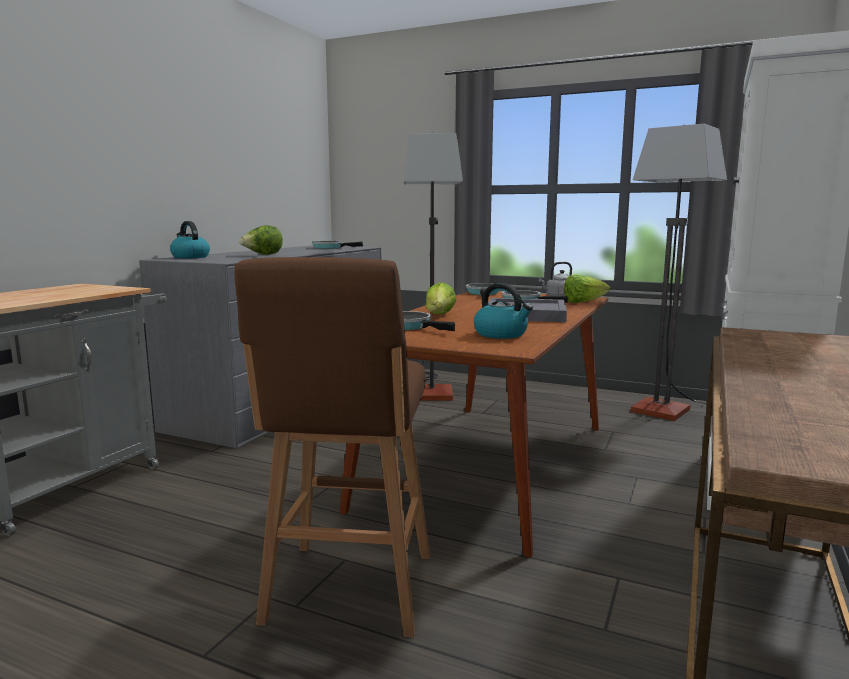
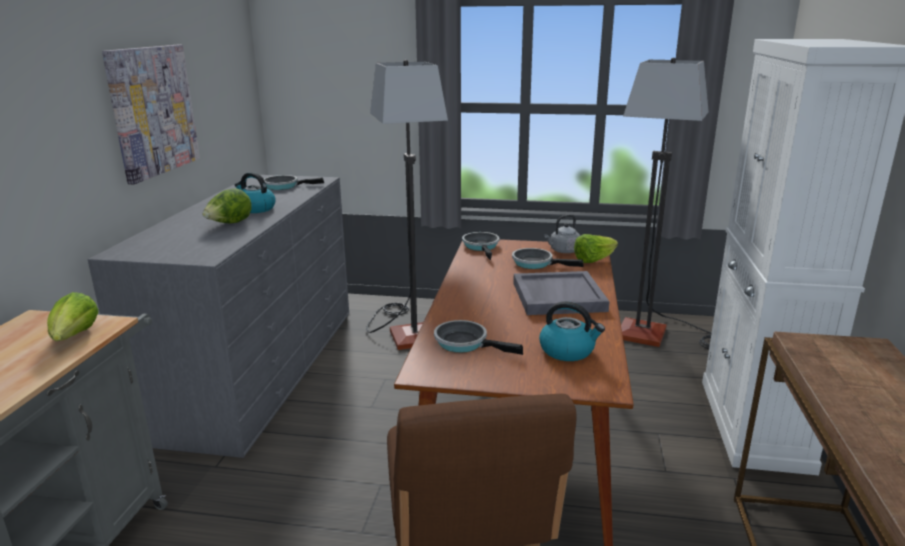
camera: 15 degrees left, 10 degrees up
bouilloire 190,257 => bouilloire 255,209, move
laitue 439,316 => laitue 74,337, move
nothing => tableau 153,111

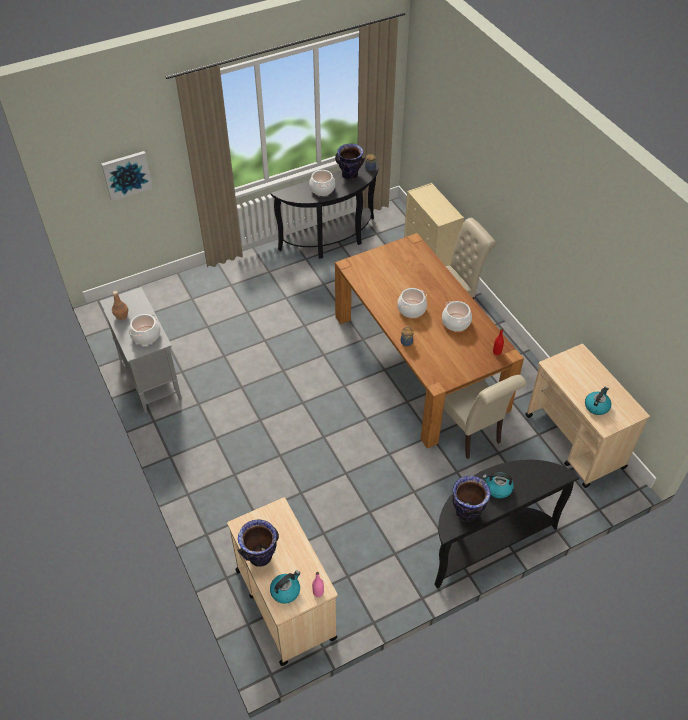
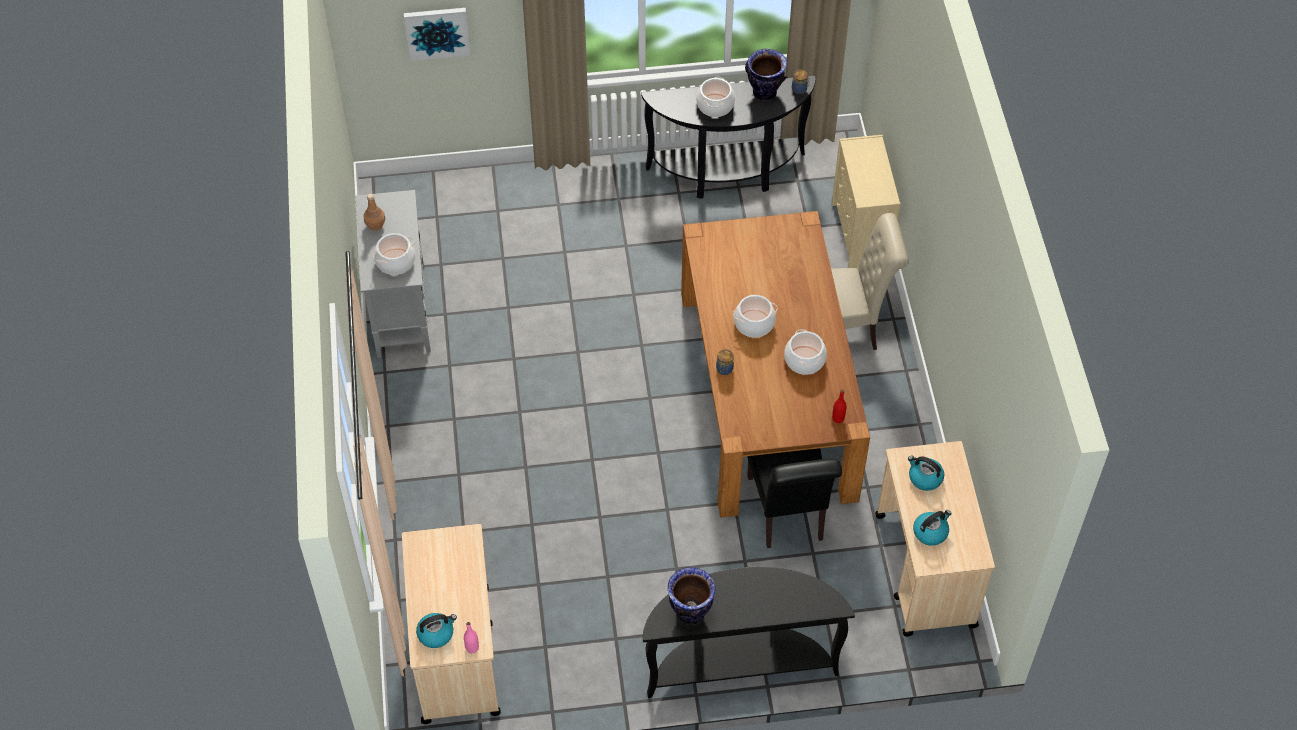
camera: 20 degrees right, 5 degrees up
vase 260,556 => nothing
chaise/beige 469,432 => chaise/noir 787,513
bouilloire 497,488 => bouilloire 924,478, move

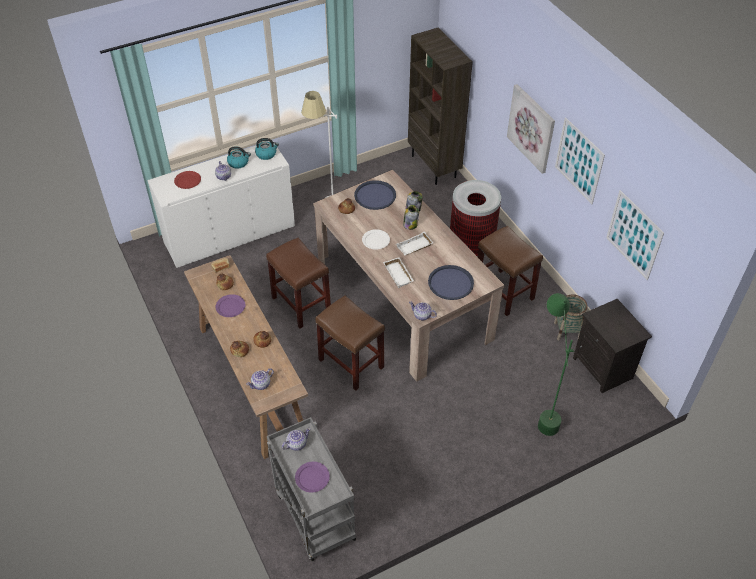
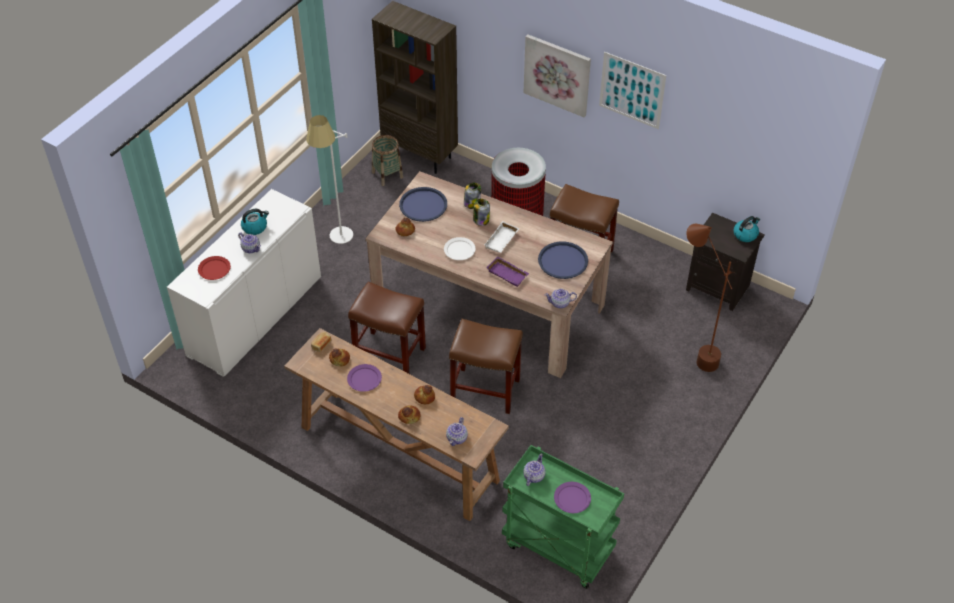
camera: 30 degrees left, 0 degrees up
bouilloire 266,154 => bouilloire 745,234, move
chariot/gris 313,515 => chariot/vert 556,547
plateau/blanc 399,274 => plateau/violet 508,273
lampadaire/vert 542,411 => lampadaire/marron 693,351
panier 567,331 => panier 387,175, move
tableau 634,235 => nothing

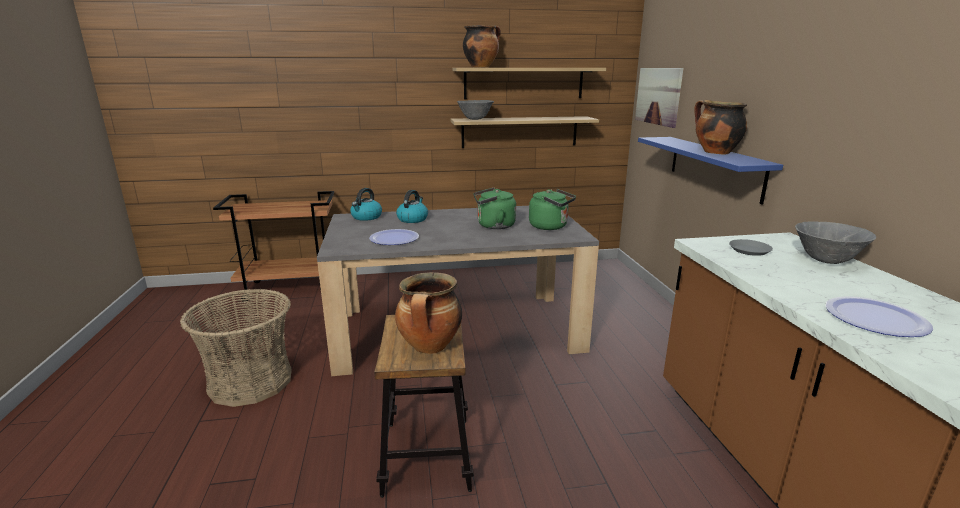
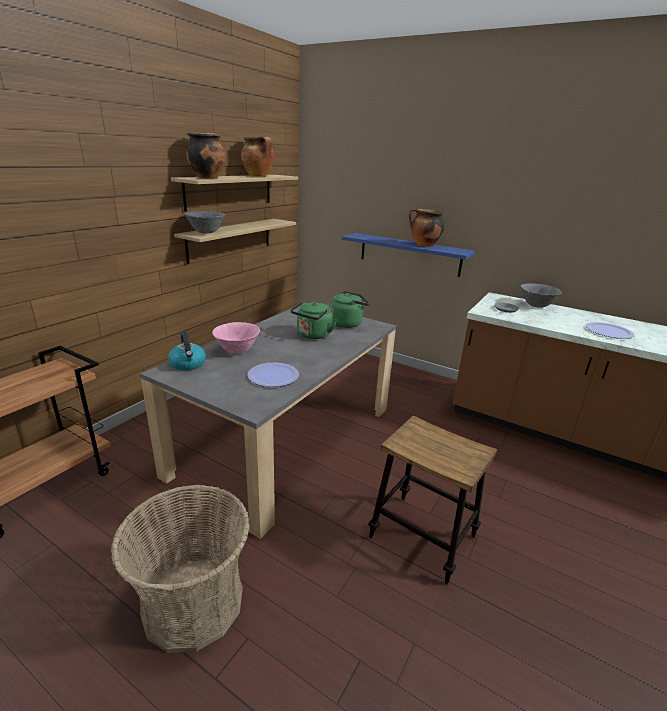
camera: 50 degrees left, 5 degrees up
marmite 430,347 => marmite 259,176, move
bouilloire 412,219 => bol/rose 237,351
tableau 658,96 => nothing

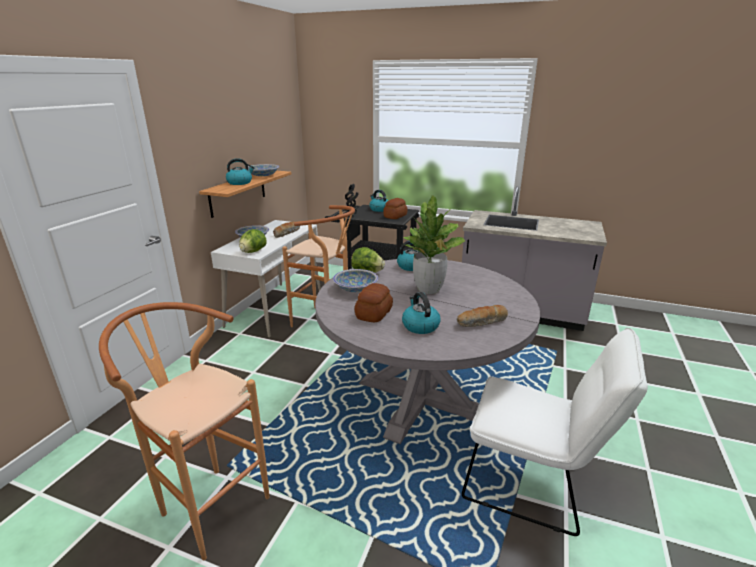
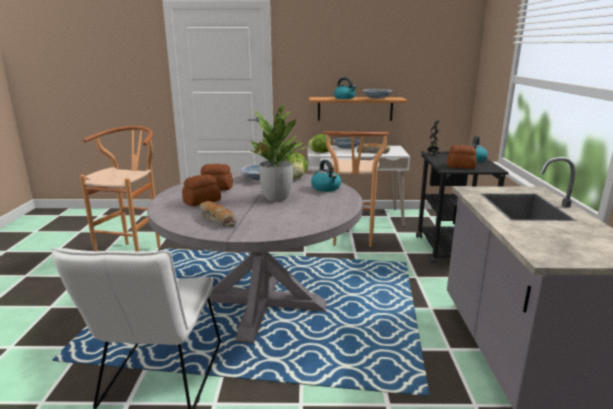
camera: 70 degrees right, 5 degrees down
bouilloire 420,326 => pain 201,201

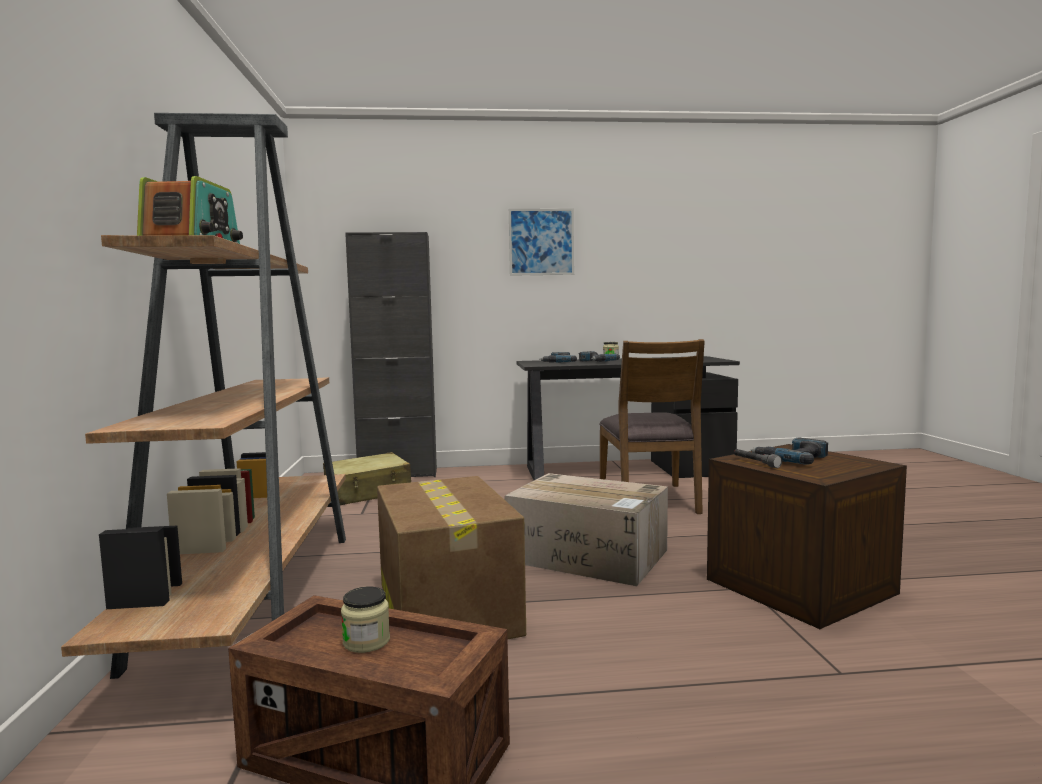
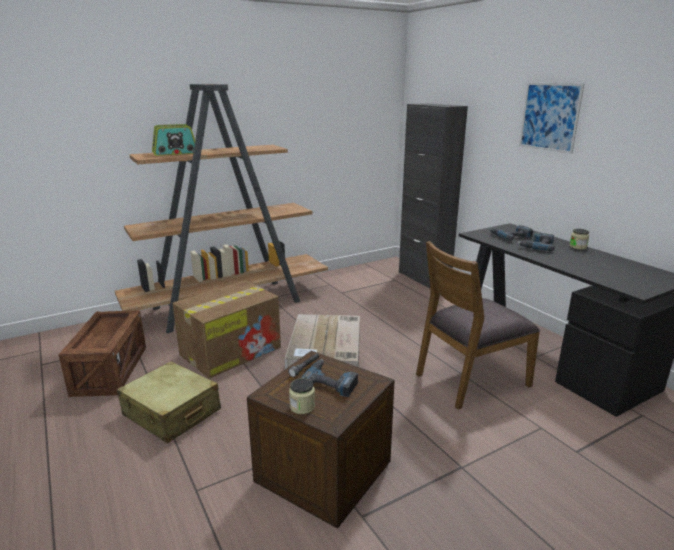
camera: 65 degrees right, 15 degrees up
valise/beige 368,492 => valise/beige 171,413, move
bocal 366,641 => bocal 302,406, move

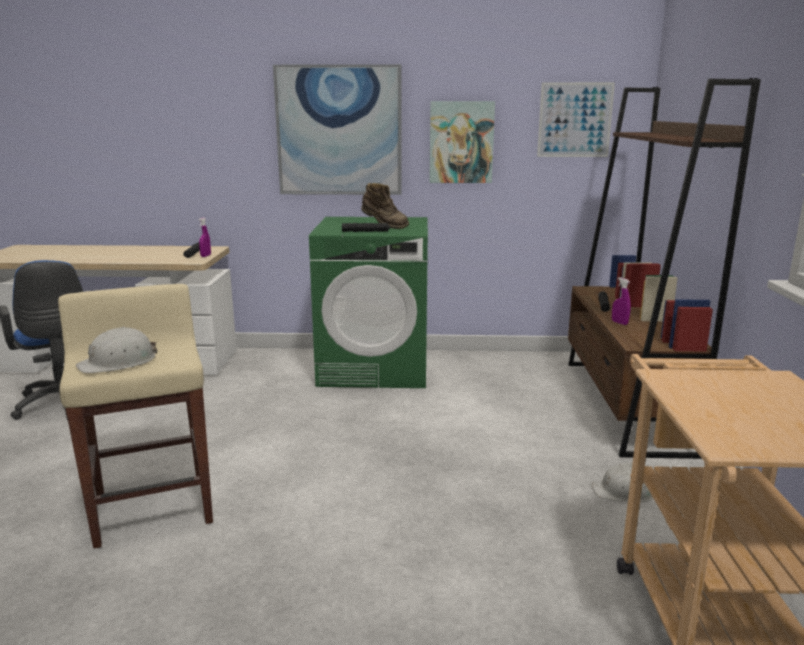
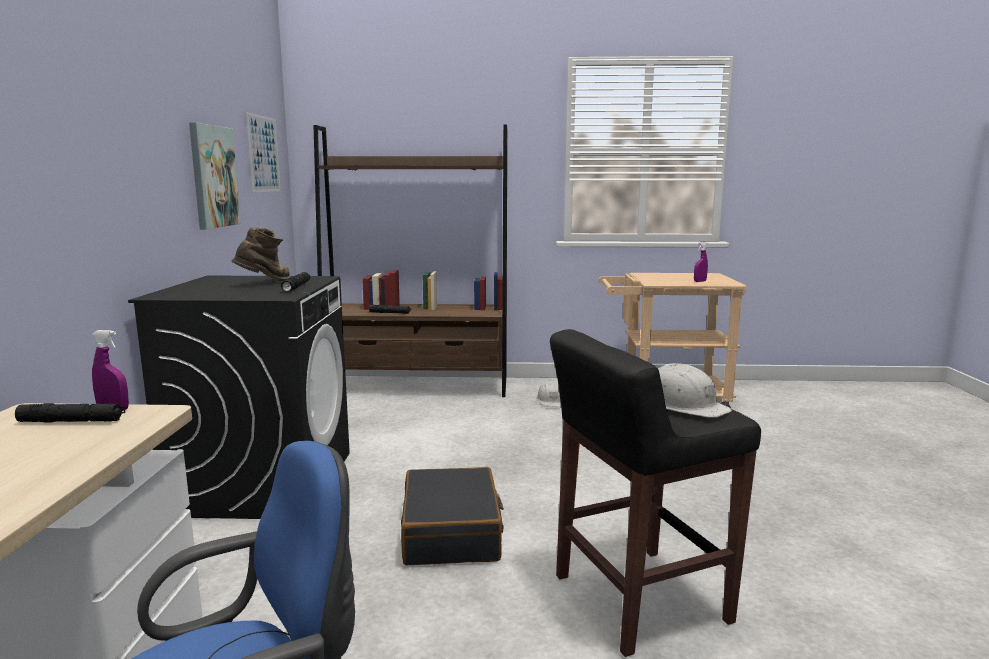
camera: 90 degrees left, 5 degrees down
tabouret/beige 153,506 => tabouret/noir 637,599
tableau 339,131 => nothing
lave-linge/vert 375,368 => lave-linge/noir 264,482
vaporisateur/violet 619,323 => vaporisateur/violet 700,281, move
nothing => valise/noir 452,532

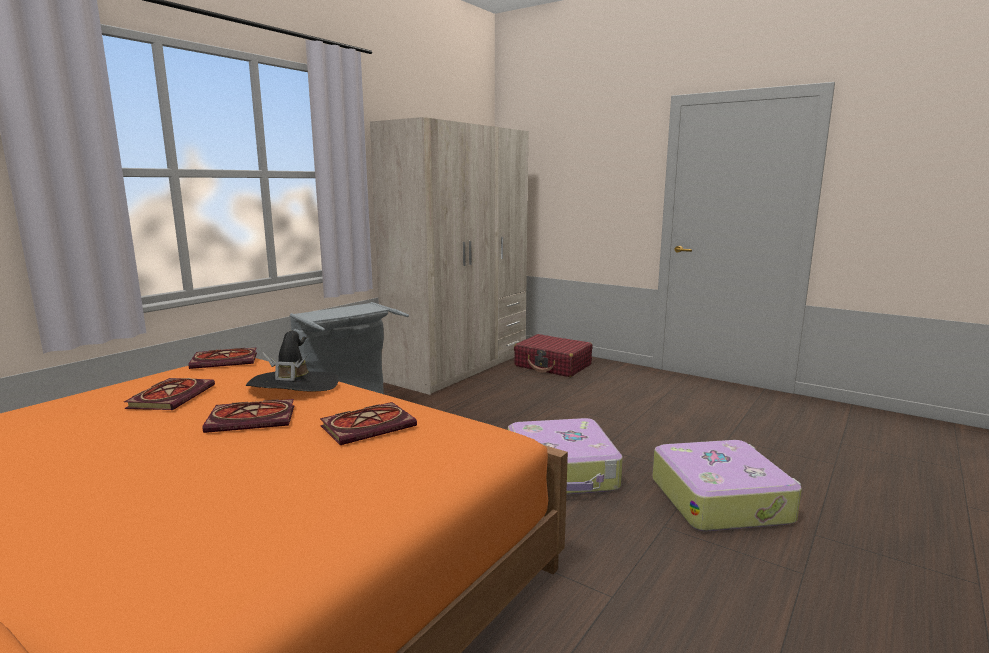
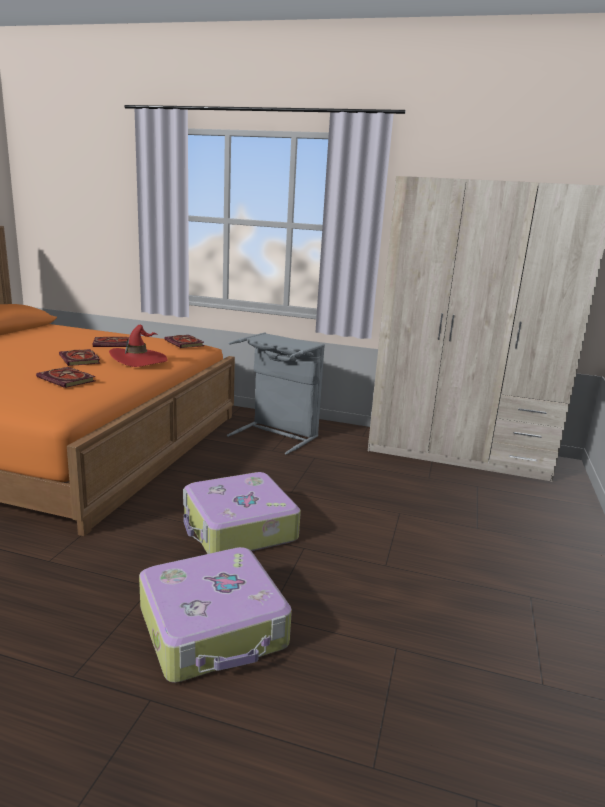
camera: 70 degrees right, 5 degrees up
chapeau/noir 293,386 => chapeau/rouge 138,360
valise/rouge 553,365 => nothing

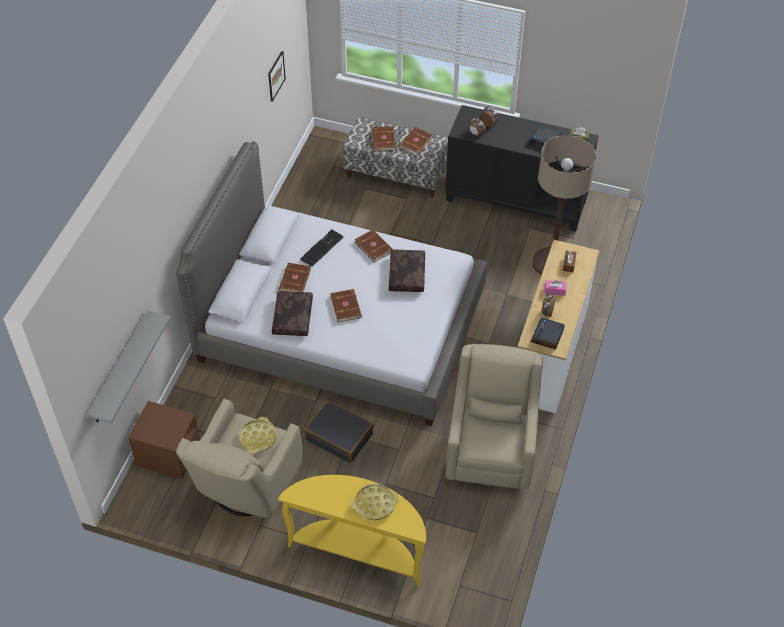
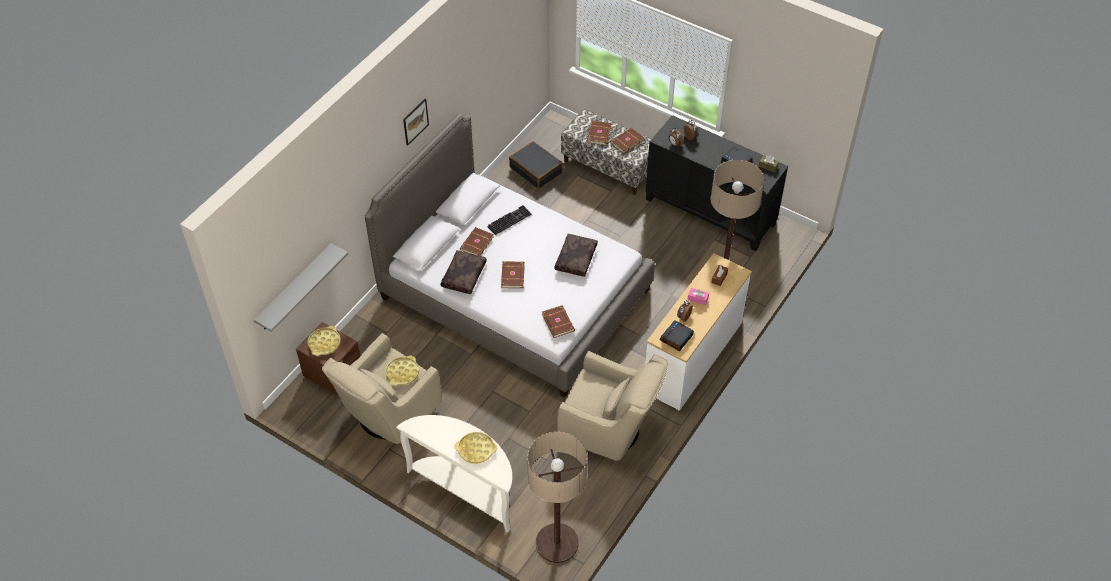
camera: 15 degrees right, 0 degrees up
tableau 276,76 => tableau 415,121, move
table console/jaune 359,550 => table console/blanc 466,489
valise/noir 339,436 => valise/noir 536,170, move
livre/marron 374,246 => livre/marron 558,322, move
fauteuil/beige 491,450 => fauteuil/beige 610,430, 90 degrees clockwise
nothing => plateau/jaune 324,343
nothing => lampadaire 557,543

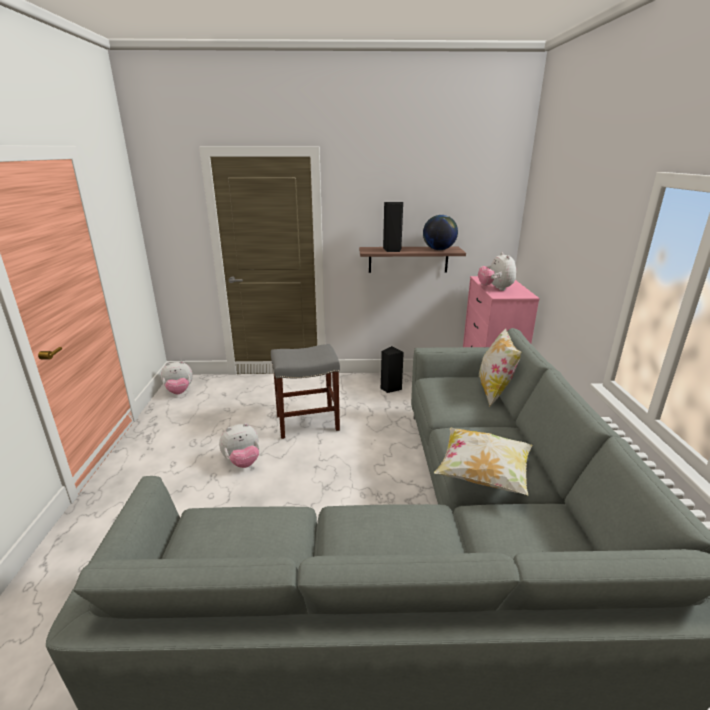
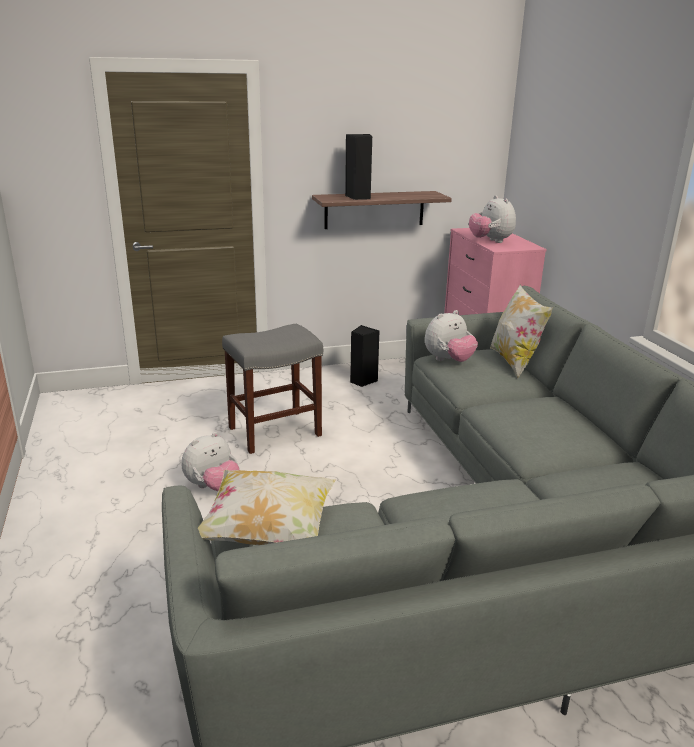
camera: 15 degrees left, 0 degrees up
peluche 179,392 => peluche 448,360, move
globe 438,249 => nothing
coussin 482,475 => coussin 268,532, move

